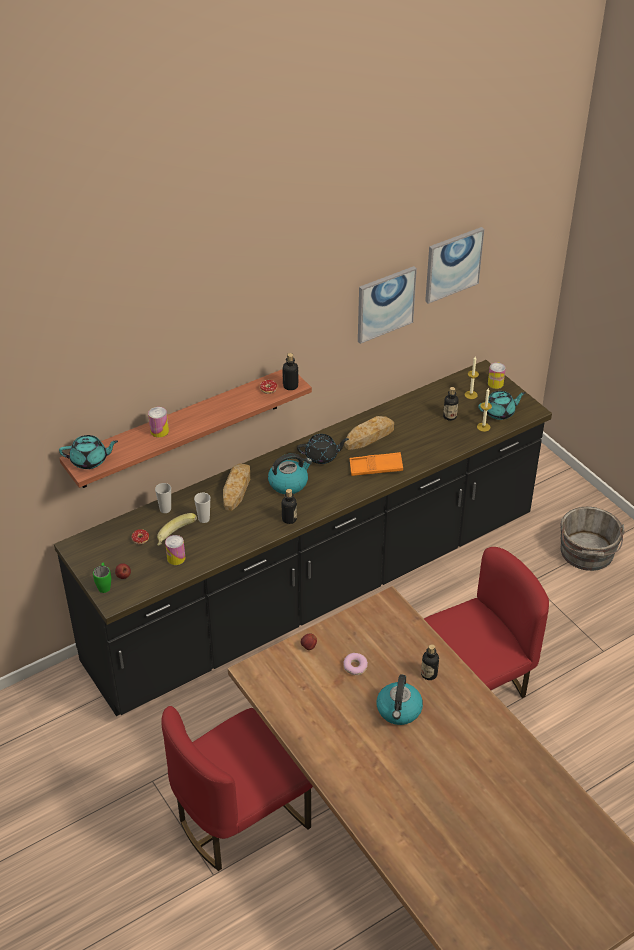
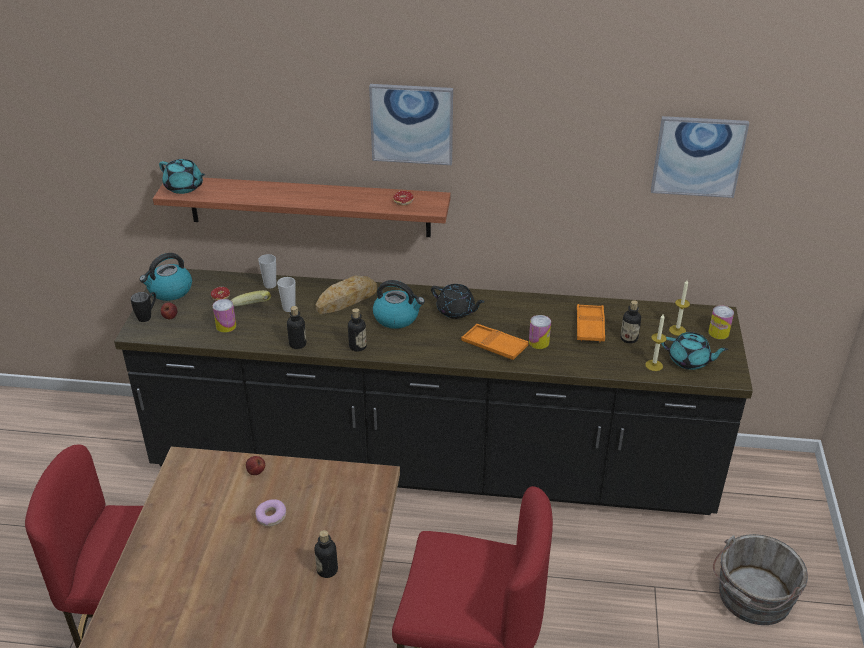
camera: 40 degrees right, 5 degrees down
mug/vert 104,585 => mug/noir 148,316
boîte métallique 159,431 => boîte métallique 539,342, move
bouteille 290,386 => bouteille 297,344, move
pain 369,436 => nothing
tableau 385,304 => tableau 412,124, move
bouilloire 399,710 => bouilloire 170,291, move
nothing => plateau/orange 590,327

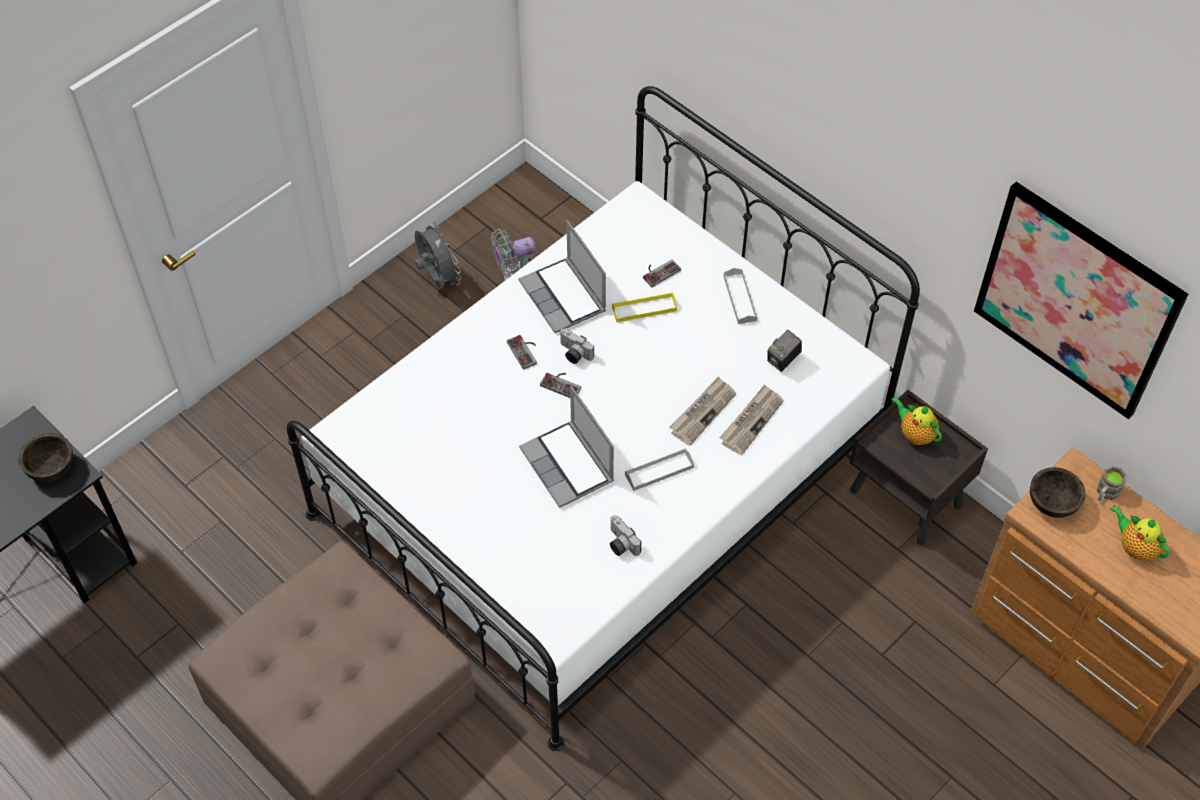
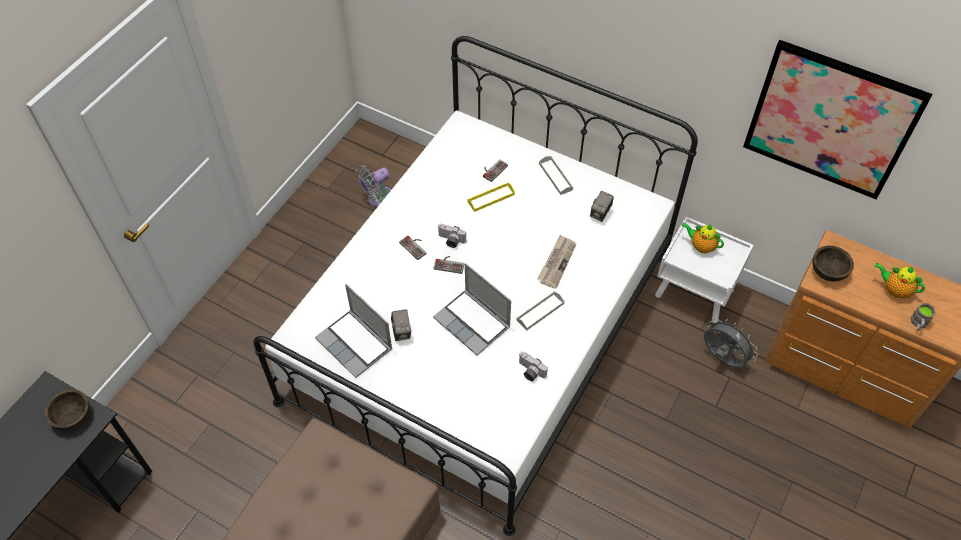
camera: 15 degrees left, 0 degrees up
ventilateur/gris 437,278 => ventilateur/gris 721,359, move
ordinateur portable 564,297 => ordinateur portable 355,344, move
journal 751,421 => nothing
table de chevet/marron 907,499 => table de chevet/blanc 695,293
mug/marron 1105,493 => mug/marron 918,323, move
nothing => appareil photo 401,332

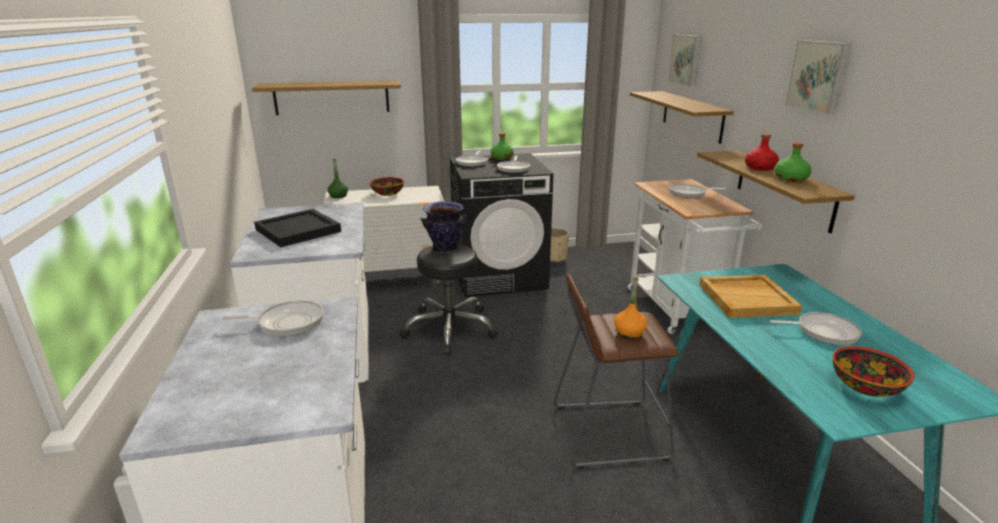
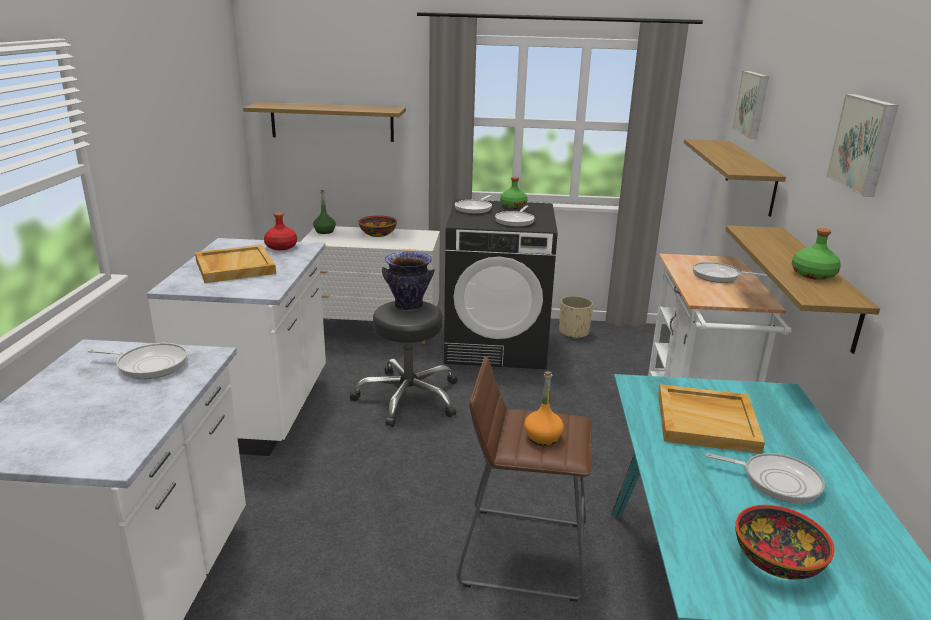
camera: 15 degrees right, 0 degrees up
plateau/noir 297,230 => plateau/beige 234,267
bouteille/rouge 760,168 => bouteille/rouge 281,247, move

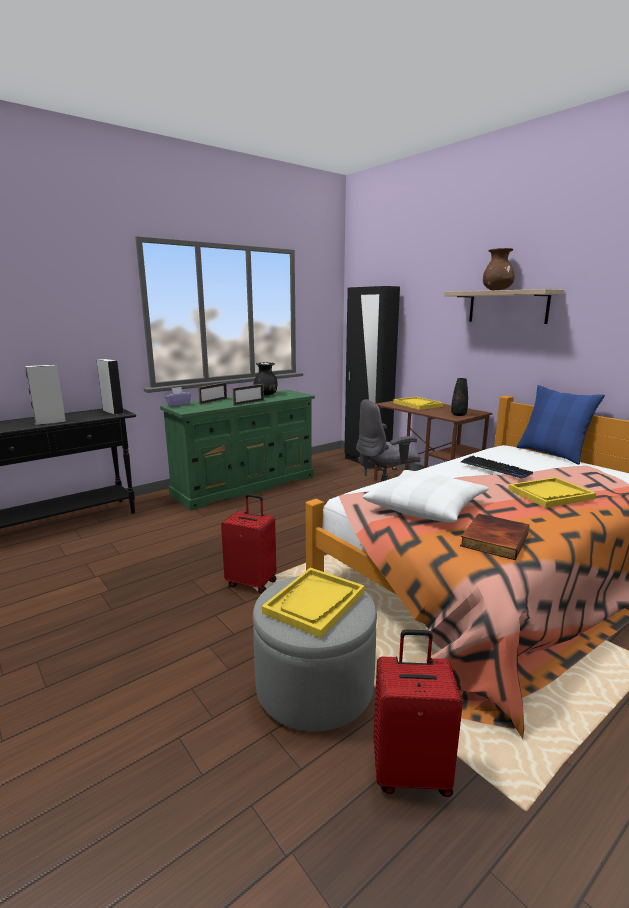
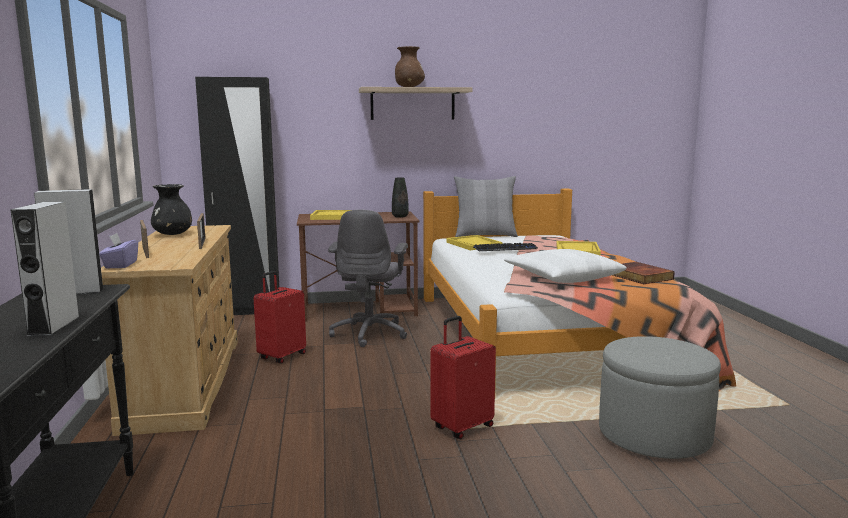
camera: 60 degrees left, 5 degrees down
commode/vert 246,485 => commode/beige 185,380
plateau/jaune 315,603 => plateau/jaune 474,244, move
valise/rouge 411,771 => valise/rouge 281,356, move
coussin/bleu 552,454 => coussin/gris 485,235

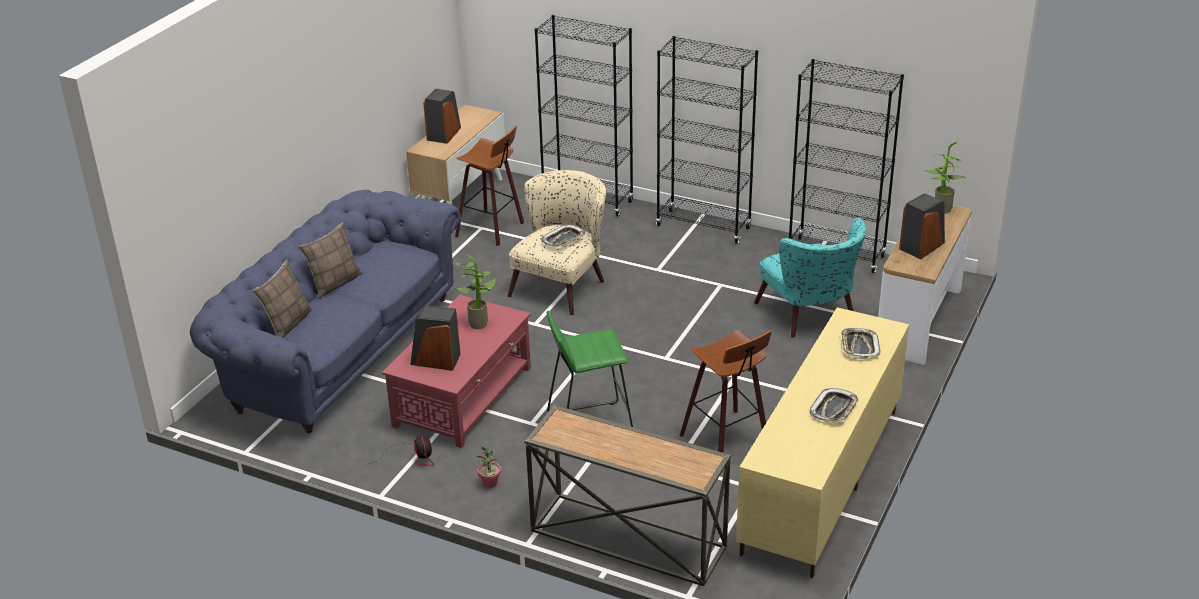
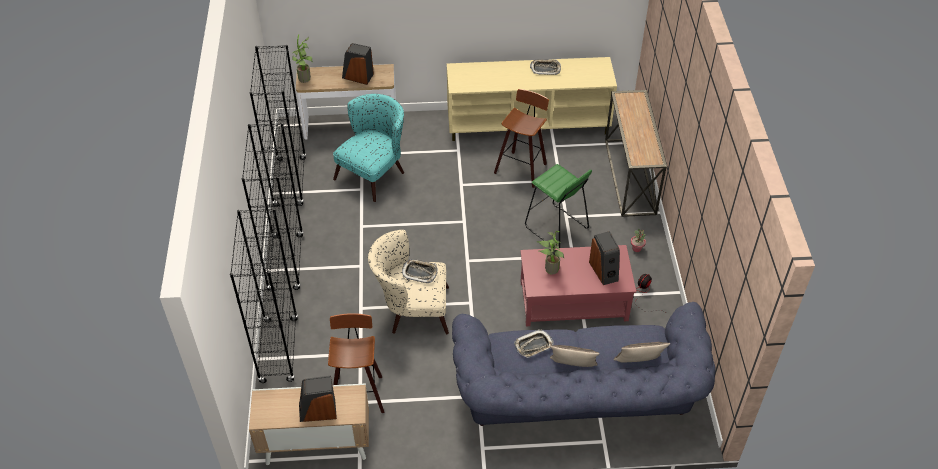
camera: 120 degrees left, 15 degrees up
plateau 859,346 => plateau 533,345, move

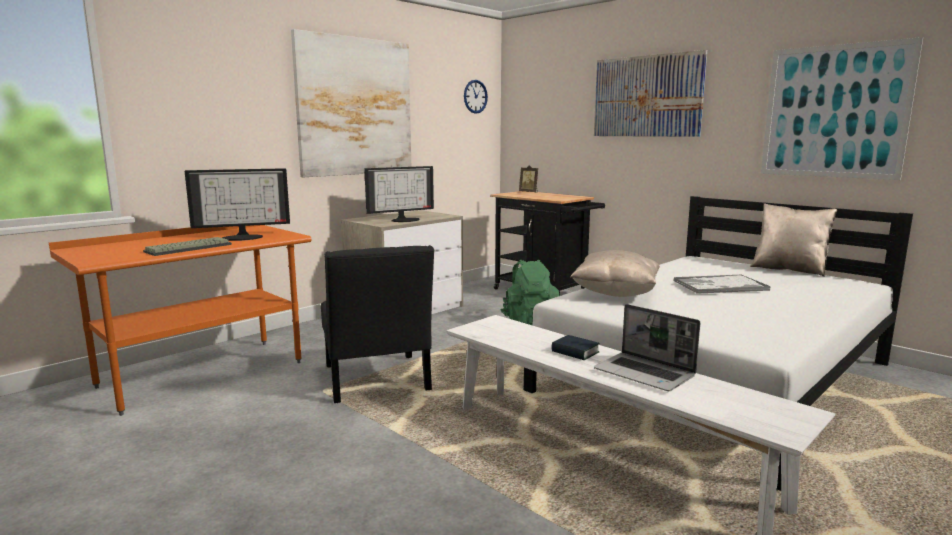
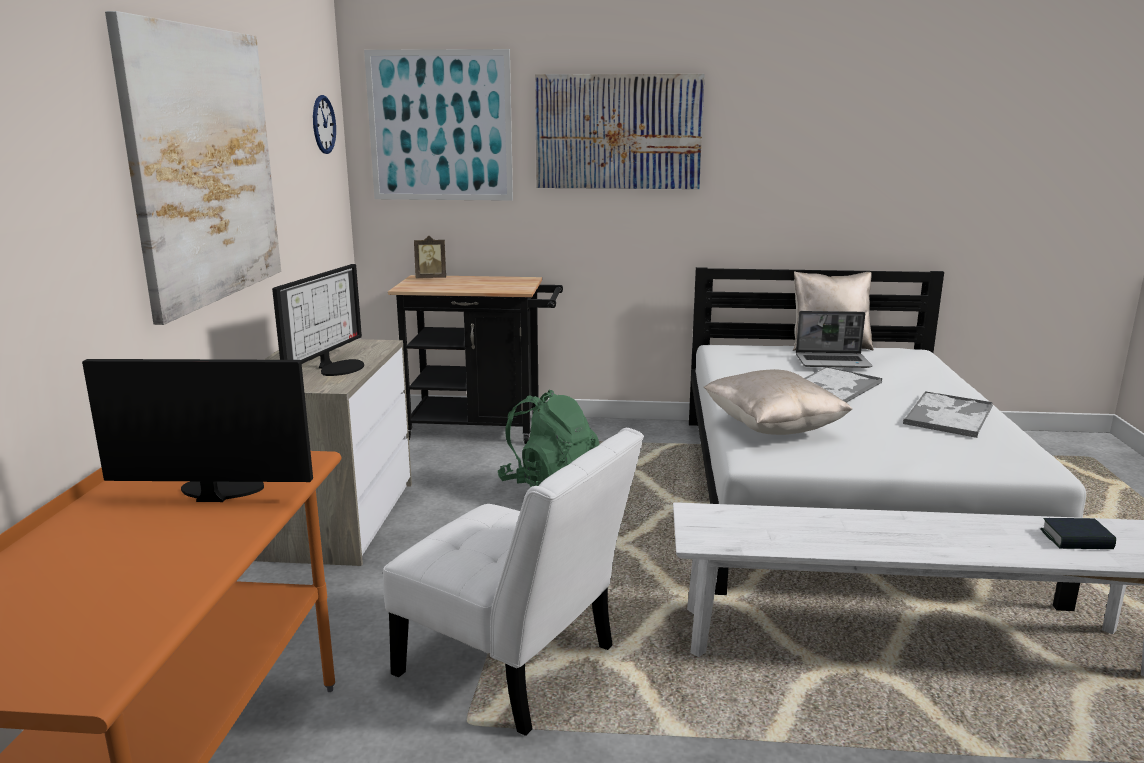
camera: 40 degrees left, 5 degrees up
clavier 189,248 => nothing
écran d'ordinateur 243,237 => écran d'ordinateur 218,491, 120 degrees counterclockwise
chaise/noir 377,381 => chaise/blanc 515,666
livre 575,352 => livre 1076,540, move
ordinateur portable 645,373 => ordinateur portable 833,362, move
tableau 834,112 => tableau 440,126, move
nothing => plateau 948,415

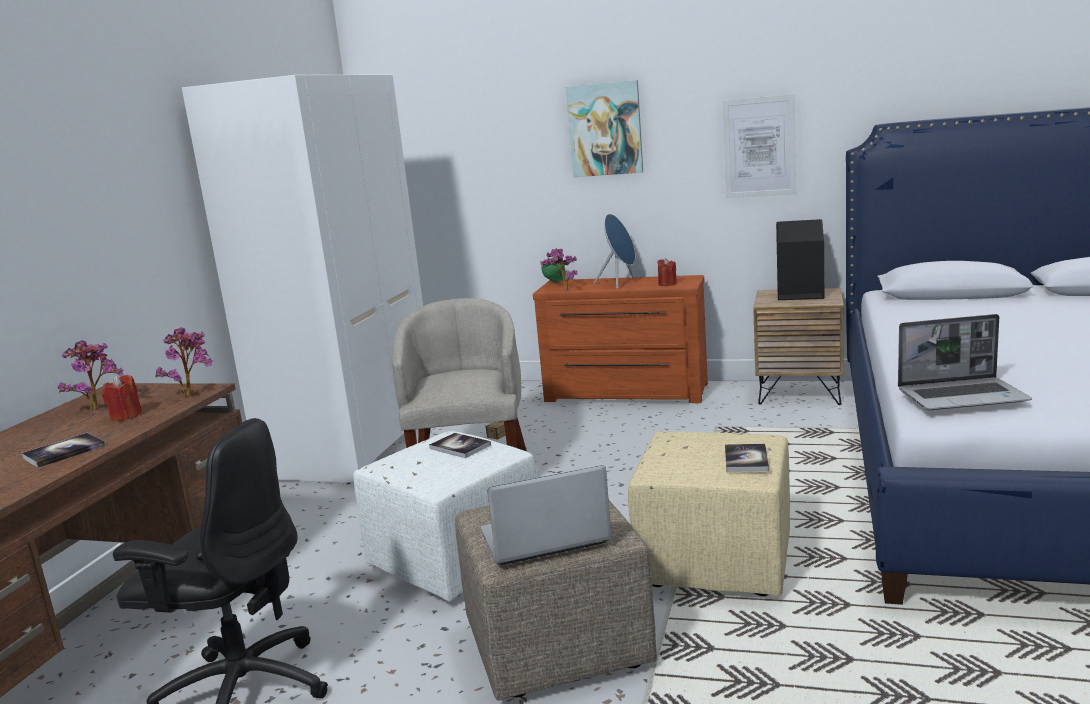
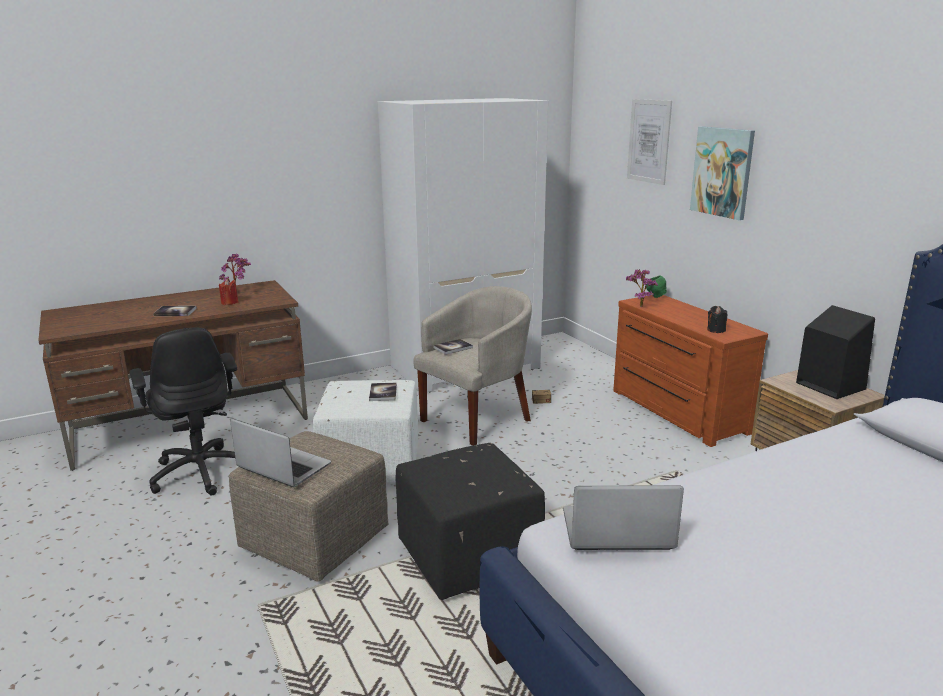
camera: 45 degrees right, 5 degrees up
plante en pot 192,394 => nothing
enceinte/bleu 620,283 => nothing
pouf/beige 718,562 => pouf/noir 470,558
bougie/rouge 667,284 => bougie/noir 716,330
tableau 759,147 => tableau 649,141, move
livre 746,459 => livre 453,347, move
ordinateur portable 963,396 => ordinateur portable 616,531, 135 degrees clockwise

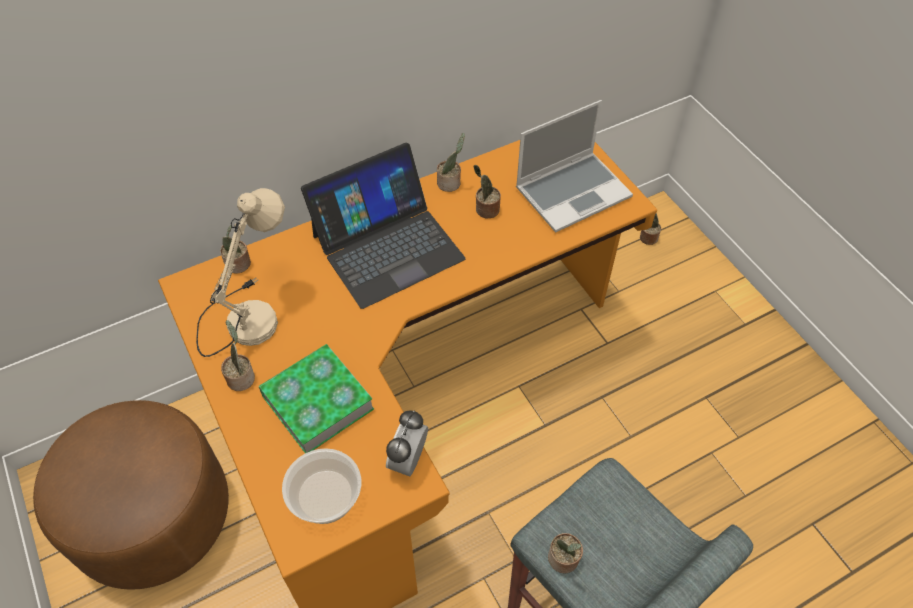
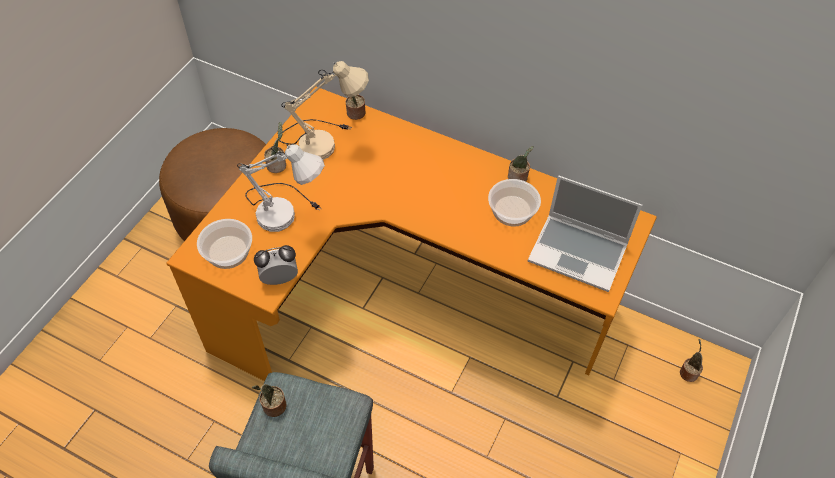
camera: 55 degrees right, 0 degrees up
livre 317,402 => lampe de table/blanc 287,211
ordinateur portable 387,246 => nothing
plante en pot 485,210 => bol 512,210

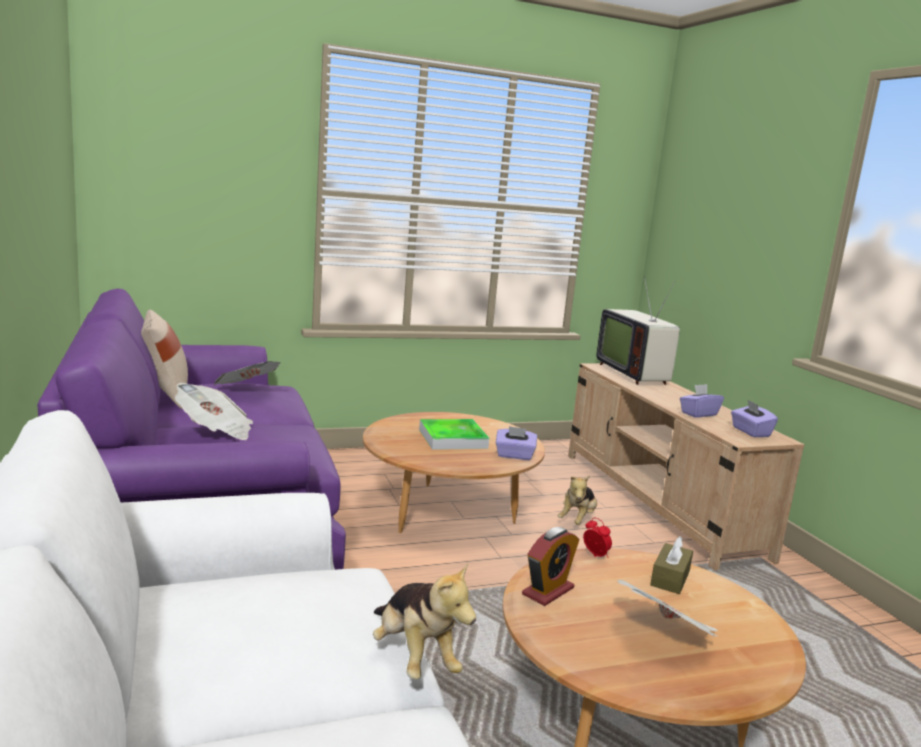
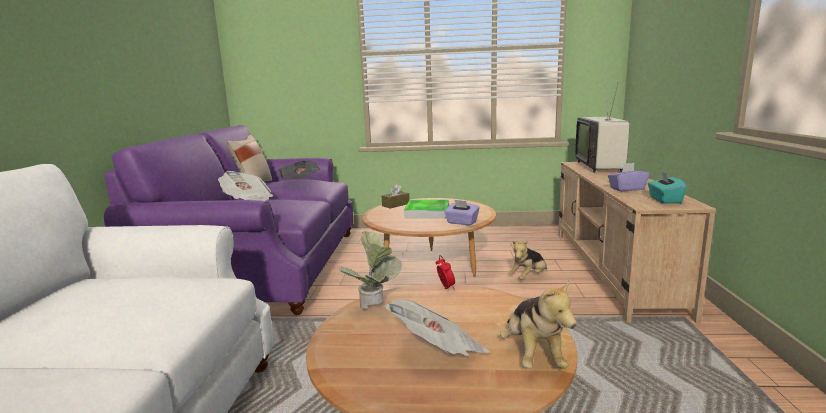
camera: 25 degrees right, 0 degrees up
peluche 414,657 => peluche 533,355, move
réveil 548,591 => plante en pot 374,309
boîte à mouchoirs/marron 670,578 => boîte à mouchoirs/marron 395,205, move
boîte à mouchoirs/violet 750,432 => boîte à mouchoirs/turquoise 664,200

